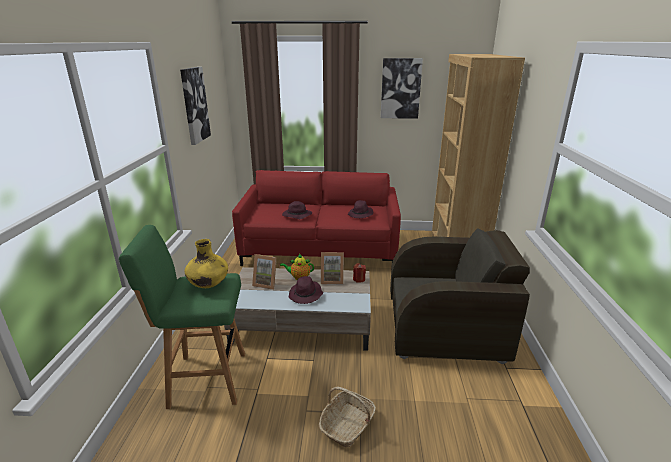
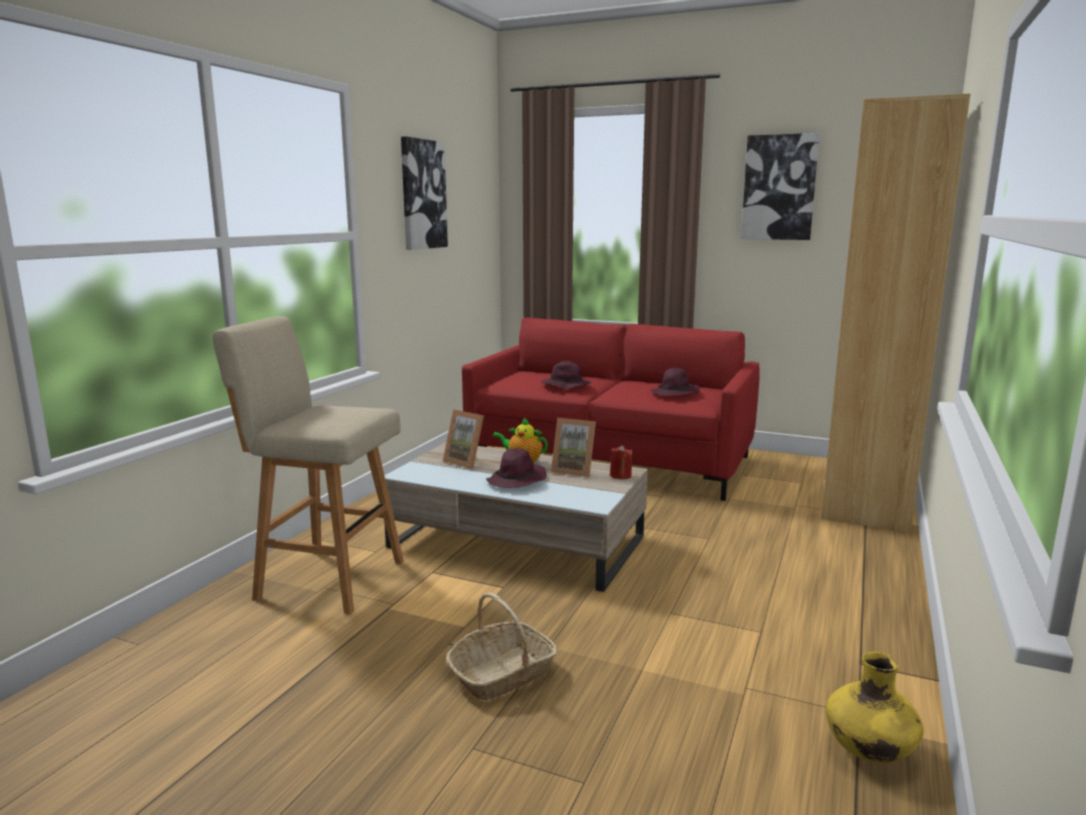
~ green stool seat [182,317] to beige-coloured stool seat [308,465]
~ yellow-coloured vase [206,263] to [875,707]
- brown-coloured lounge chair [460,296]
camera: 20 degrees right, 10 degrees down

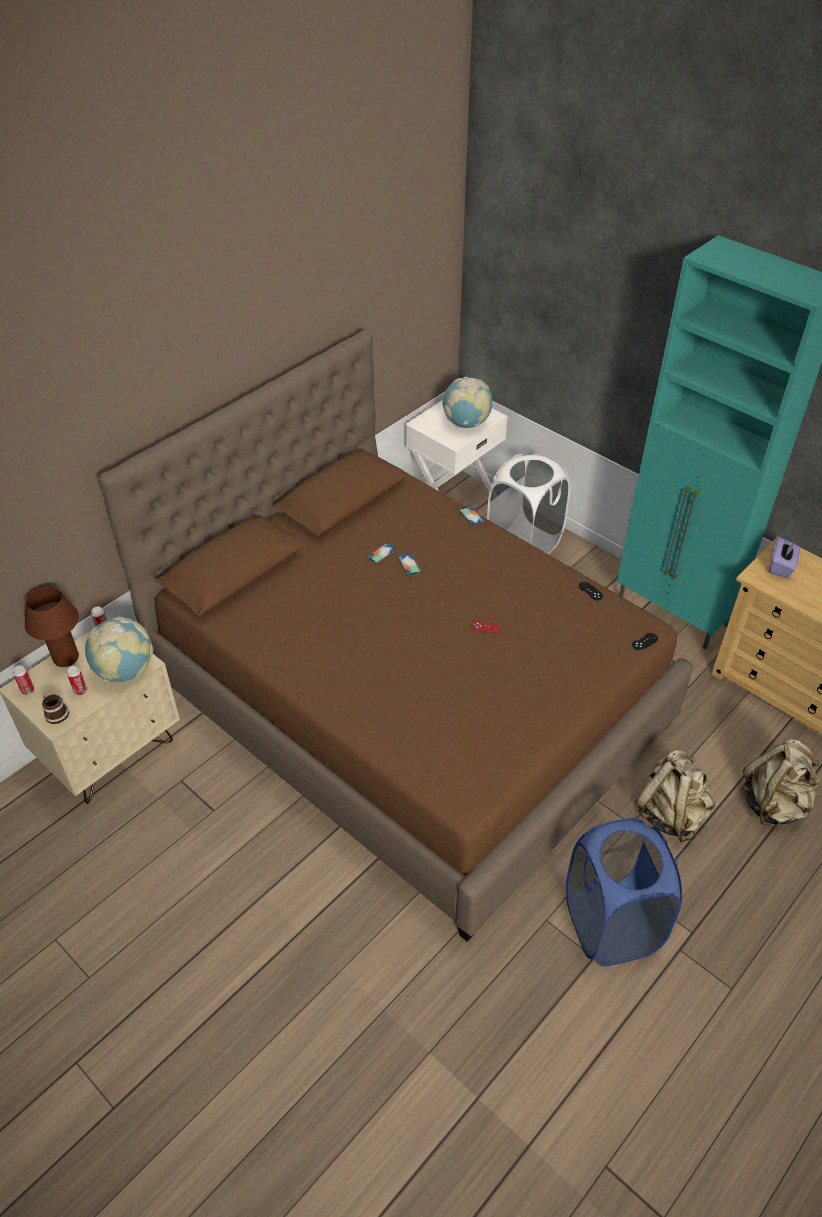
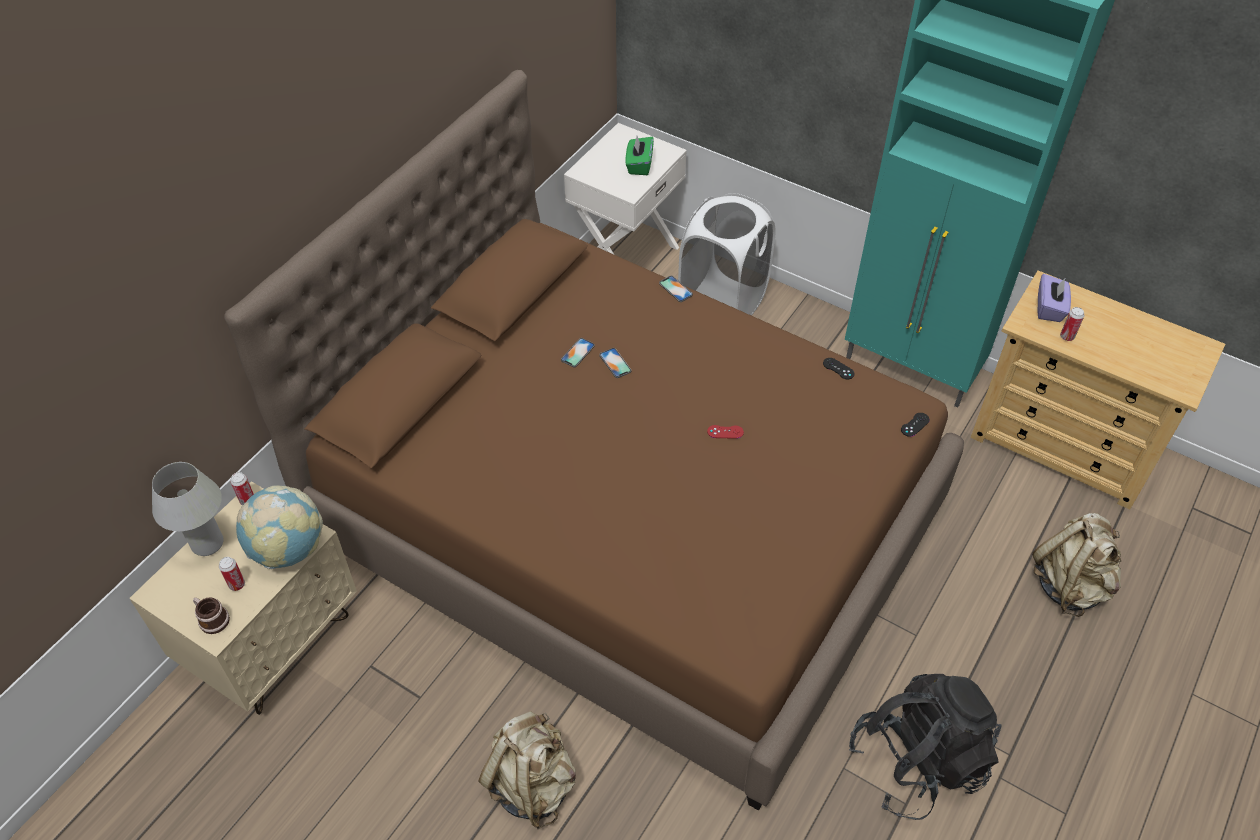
~ can [23,680] to [1072,324]
~ brown-coloured tabletop lamp [52,627] to white tabletop lamp [187,509]
~ globe [467,402] to green tissue box [639,155]
~ blue hamper [624,892] to black-coloured knapsack [925,747]
~ beige-coloured knapsack [675,796] to [527,770]
camera: 10 degrees left, 5 degrees up

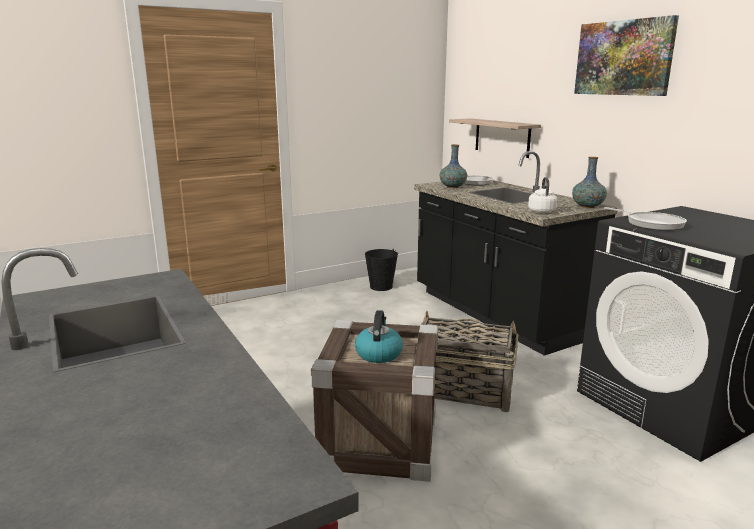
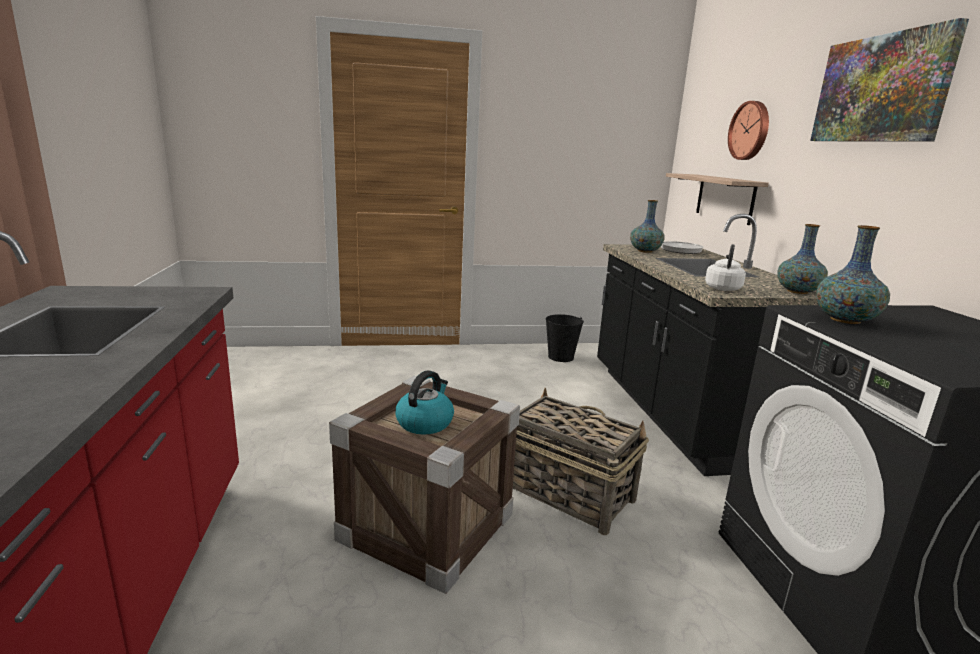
~ frying pan [645,219] to vase [853,274]
+ wall clock [748,130]
camera: 20 degrees right, 0 degrees up

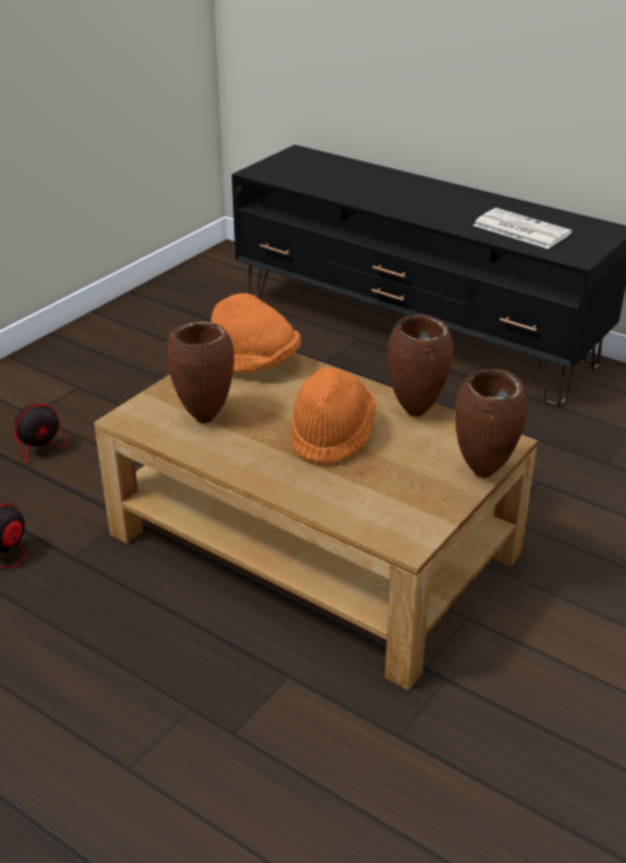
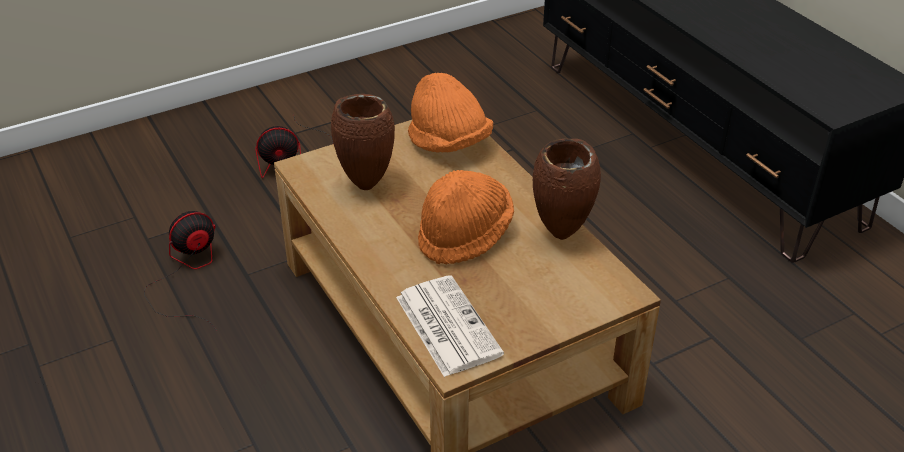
- brown-coloured vase [491,423]
~ newspaper [522,228] to [450,326]
camera: 25 degrees right, 5 degrees up

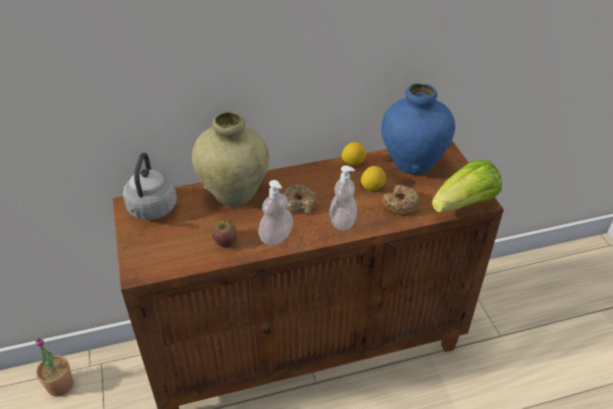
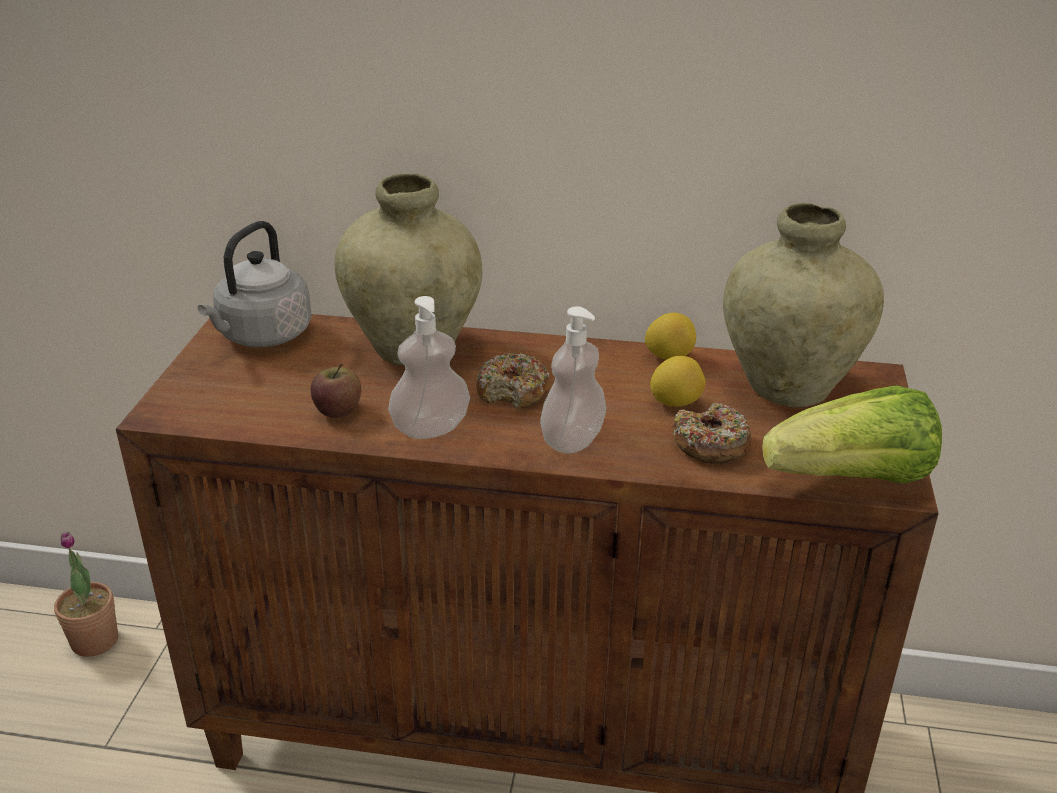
~ blue vase [418,129] to beige-coloured vase [803,305]
camera: 25 degrees right, 10 degrees down

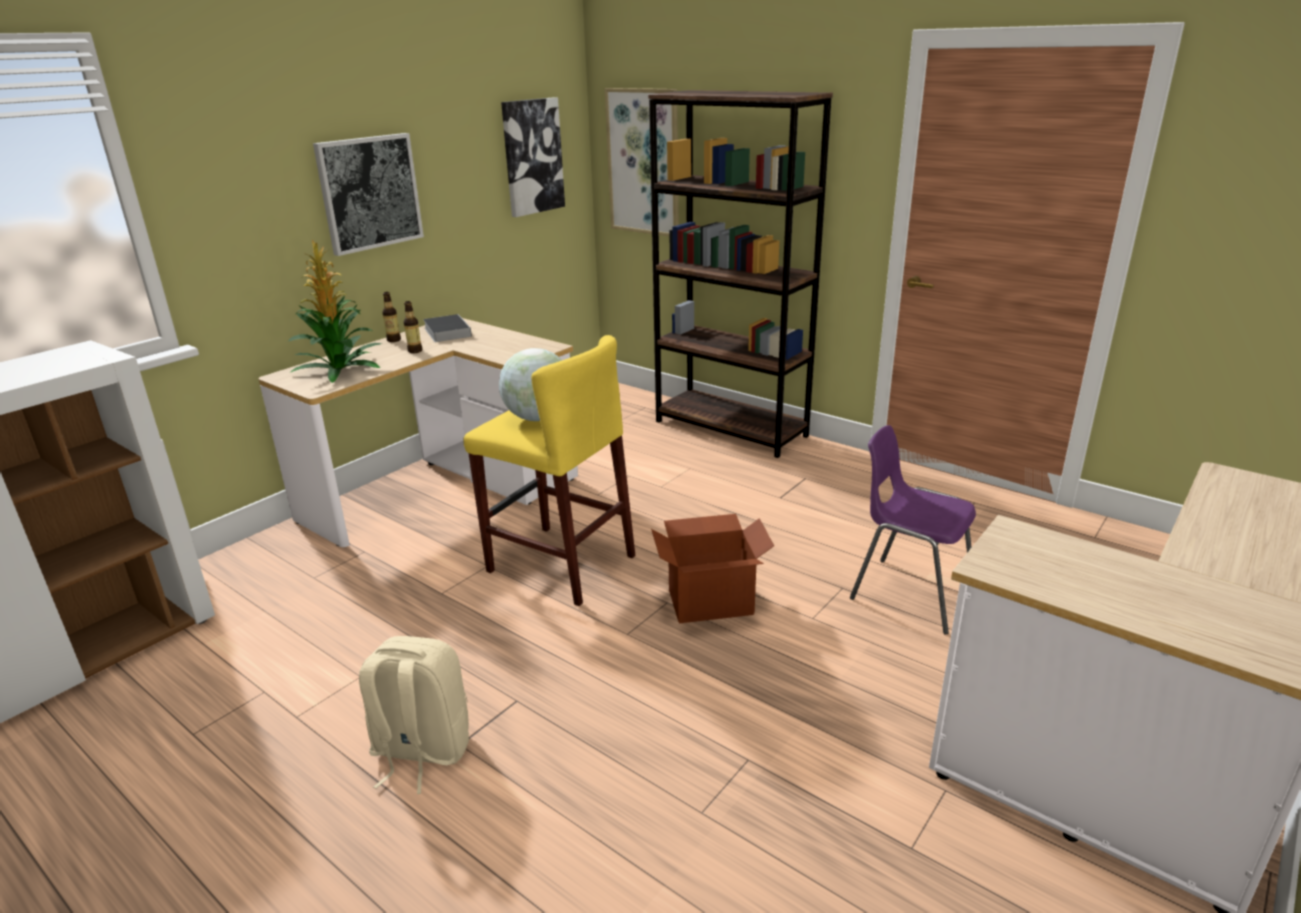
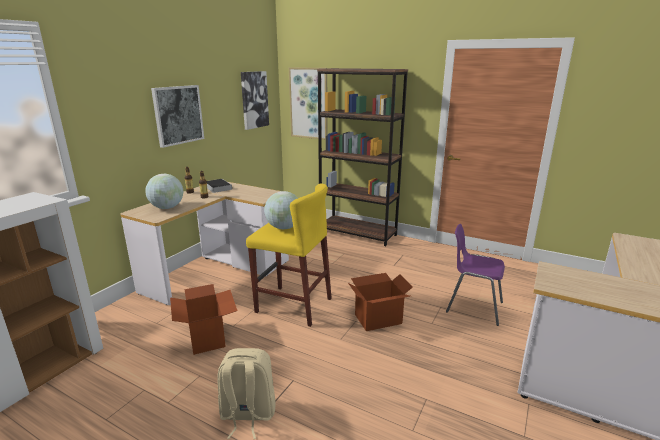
~ plant in a pot [335,311] to globe [164,191]
+ carton [204,319]
camera: 10 degrees left, 5 degrees down

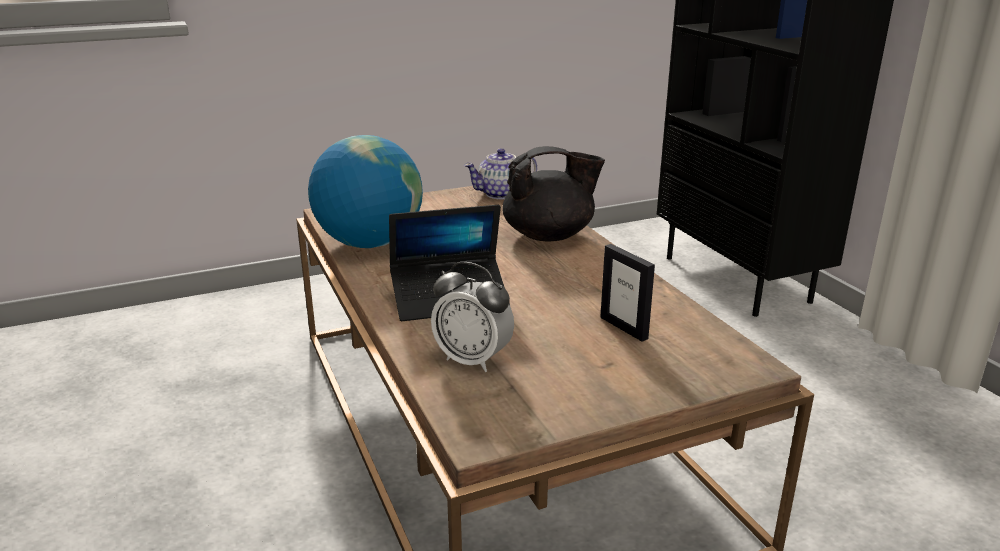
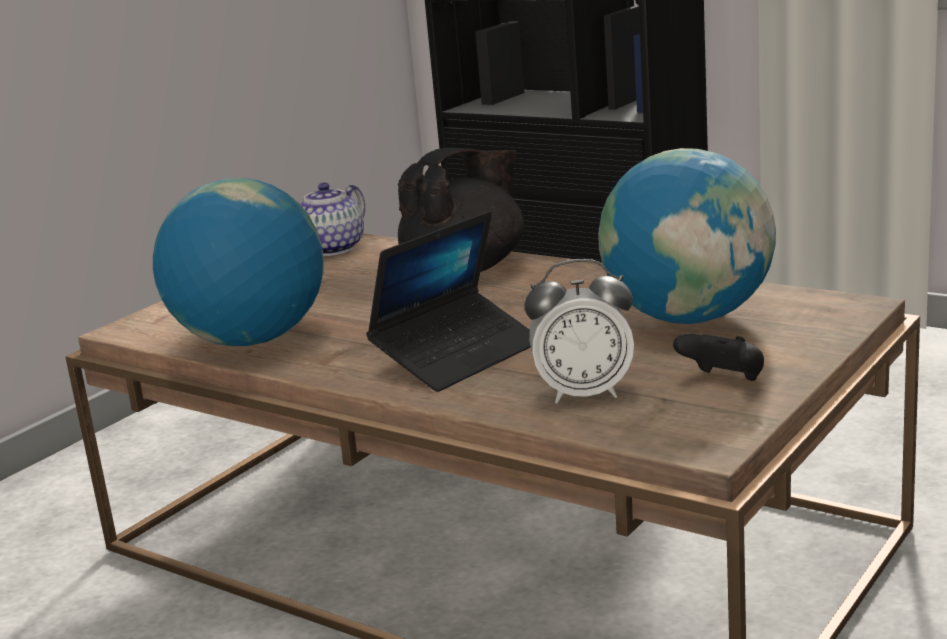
~ picture frame [627,293] to globe [687,236]
+ black-coloured joypad [718,357]
camera: 30 degrees left, 5 degrees down

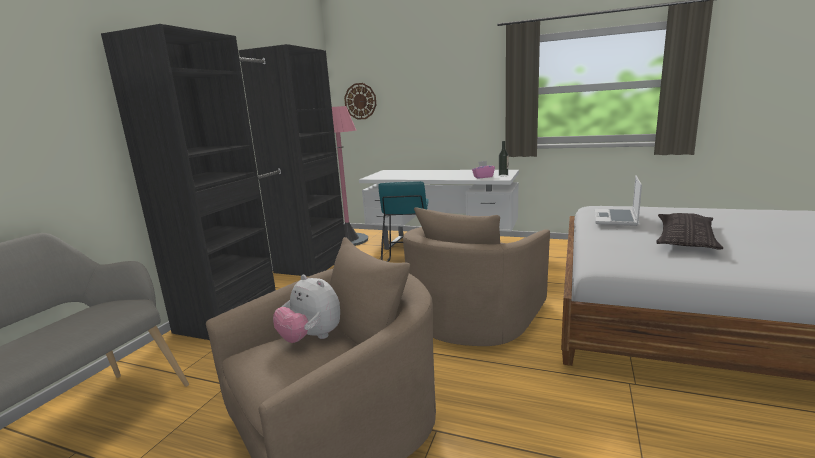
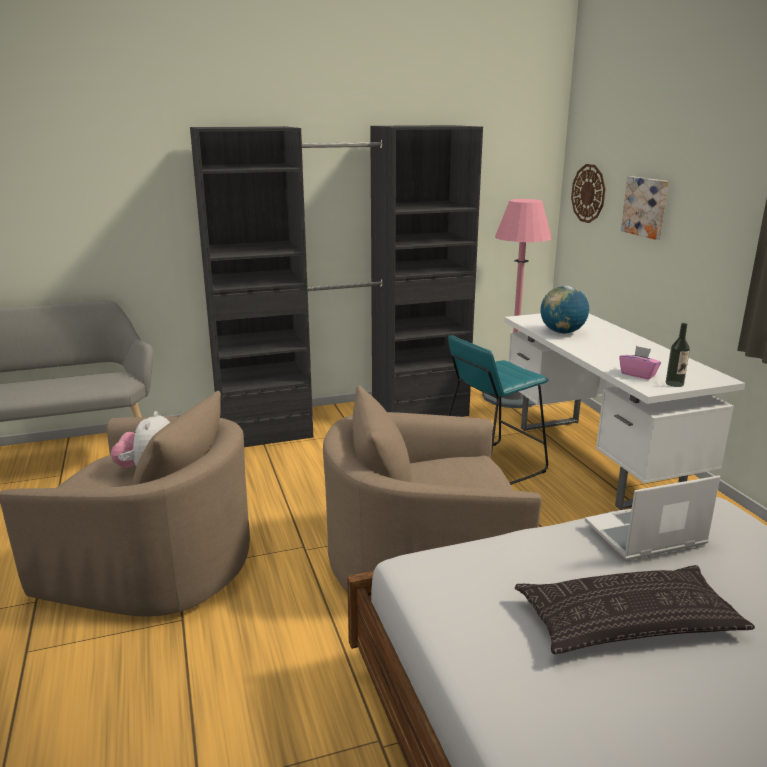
+ globe [564,310]
+ picture [644,207]
camera: 50 degrees right, 5 degrees up

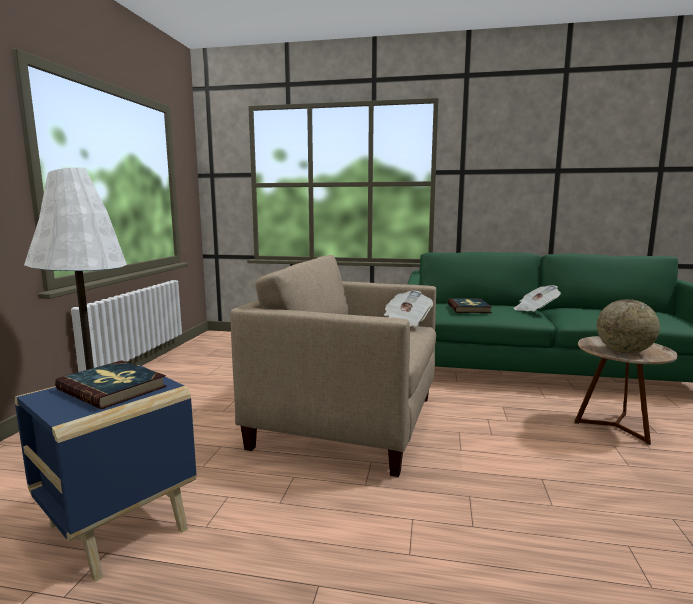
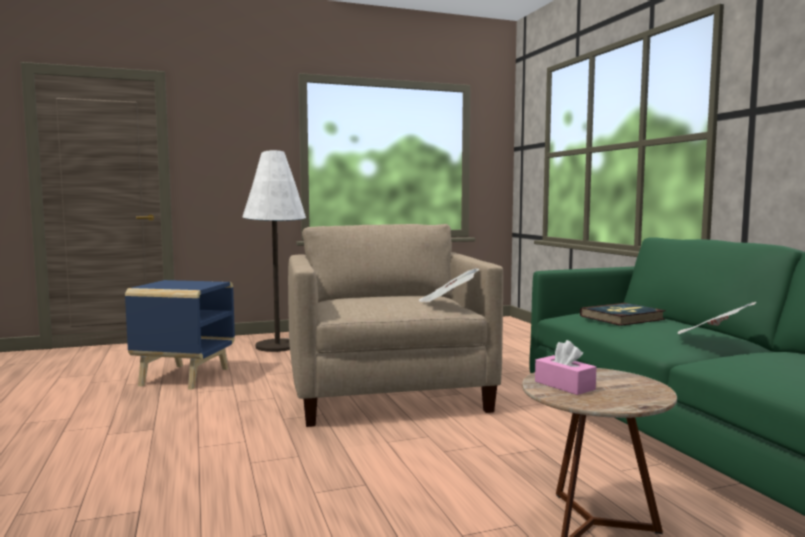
- bound book [111,384]
~ globe [628,326] to pink tissue box [565,367]
camera: 60 degrees right, 5 degrees down

